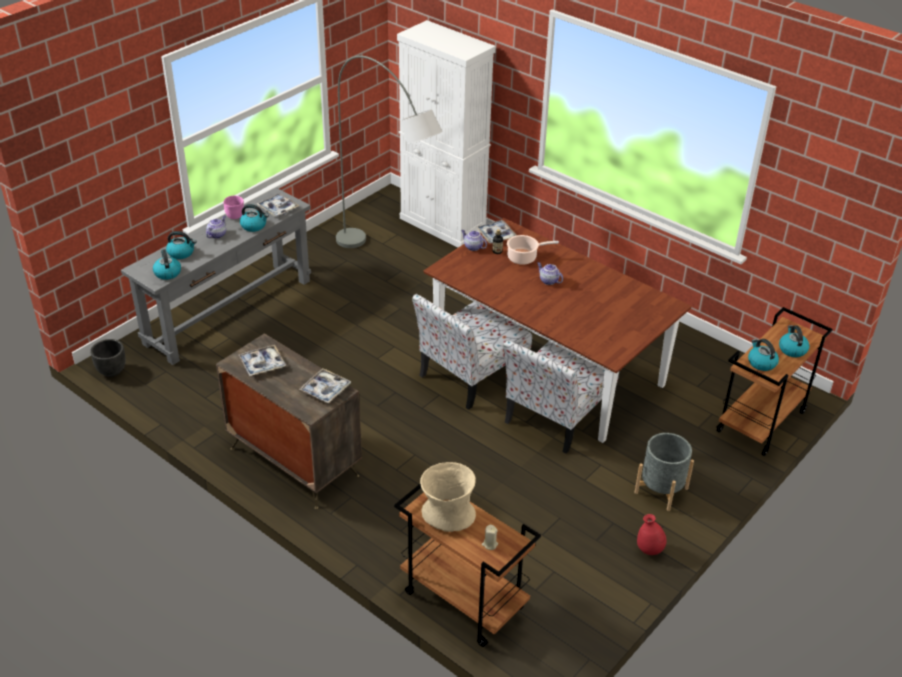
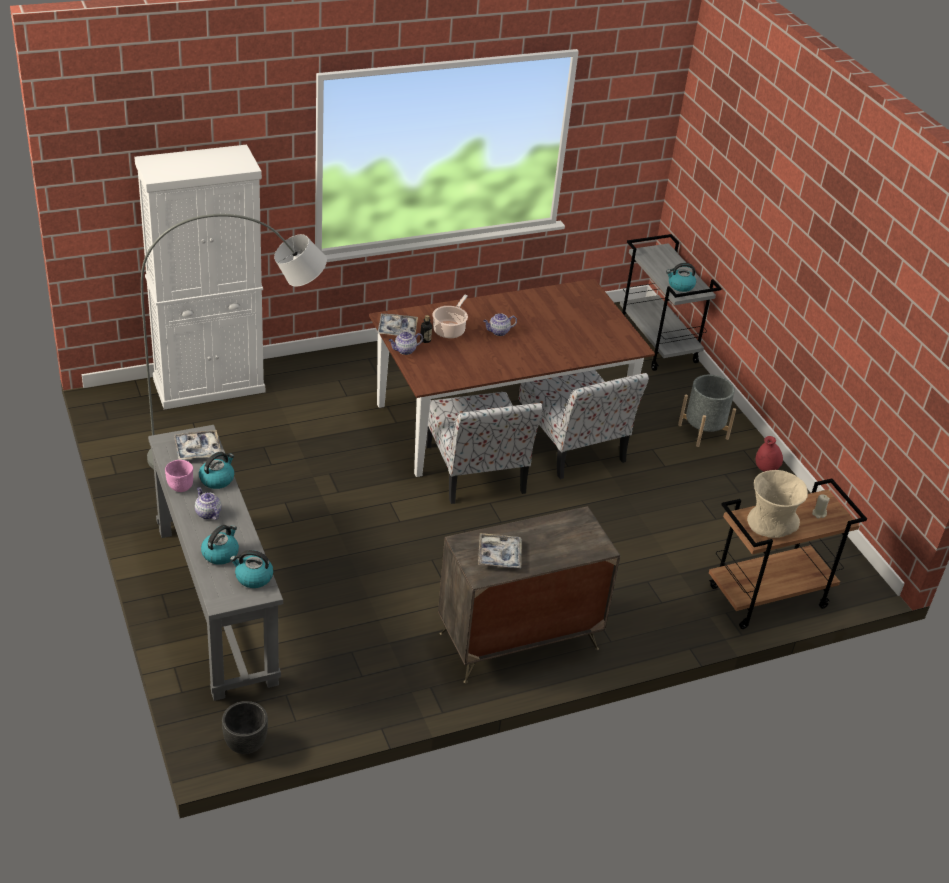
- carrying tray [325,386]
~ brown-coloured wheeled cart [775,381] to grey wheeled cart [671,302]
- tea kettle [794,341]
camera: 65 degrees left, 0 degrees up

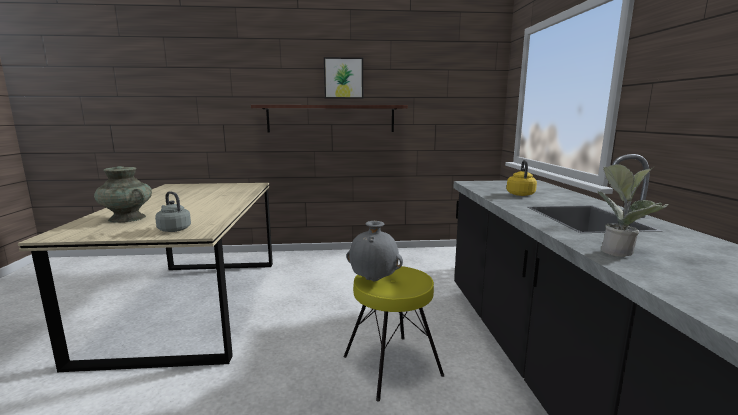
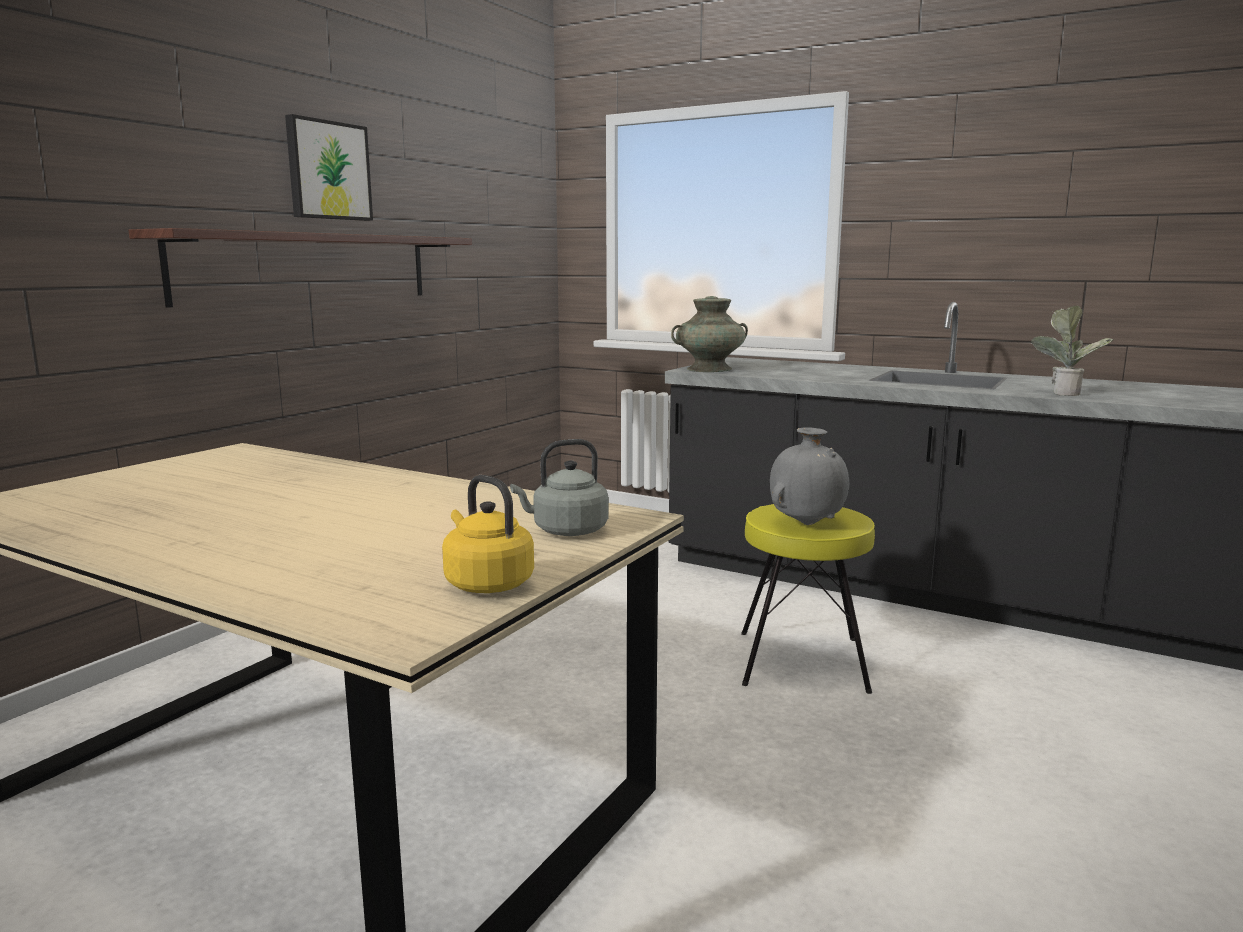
~ turquoise vase [123,194] to [709,334]
~ yellow-coloured tea kettle [522,178] to [488,534]
camera: 55 degrees left, 0 degrees up

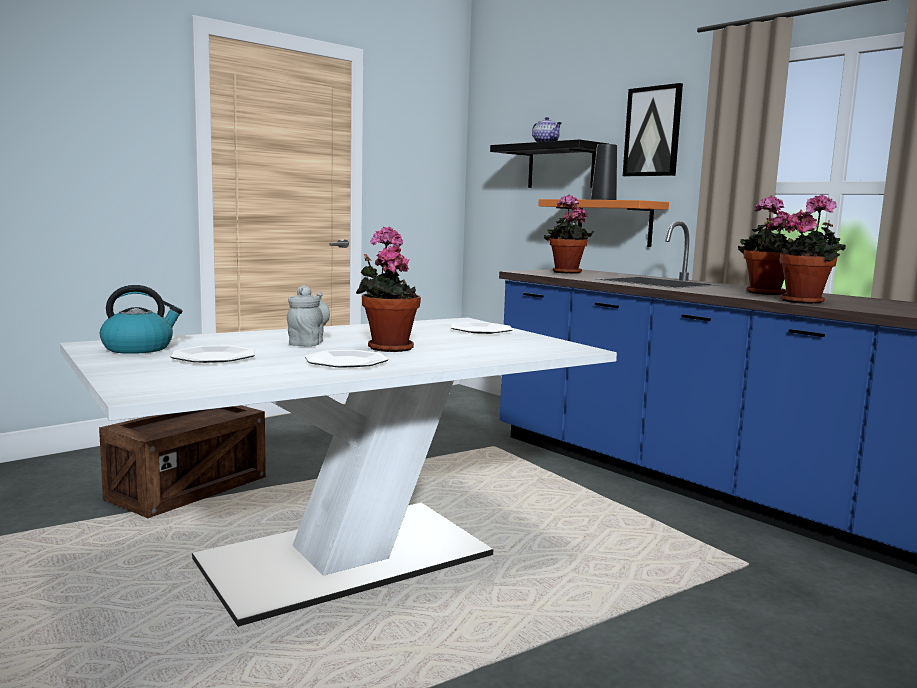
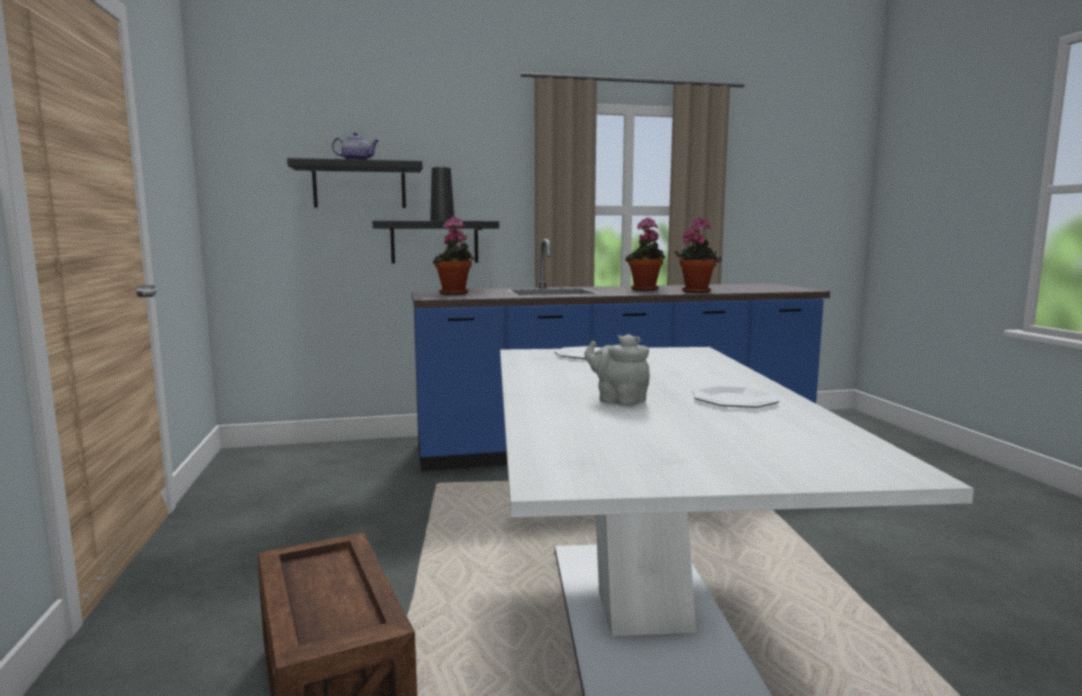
- tea kettle [141,319]
- flat dish [213,354]
- plant in a pot [388,289]
~ orange-coloured bracket shelf [603,223] to black-coloured bracket shelf [435,242]
- picture [653,129]
camera: 60 degrees left, 0 degrees up

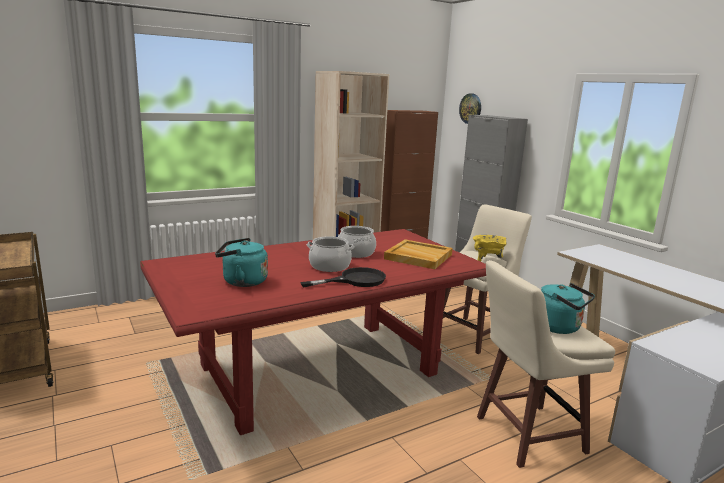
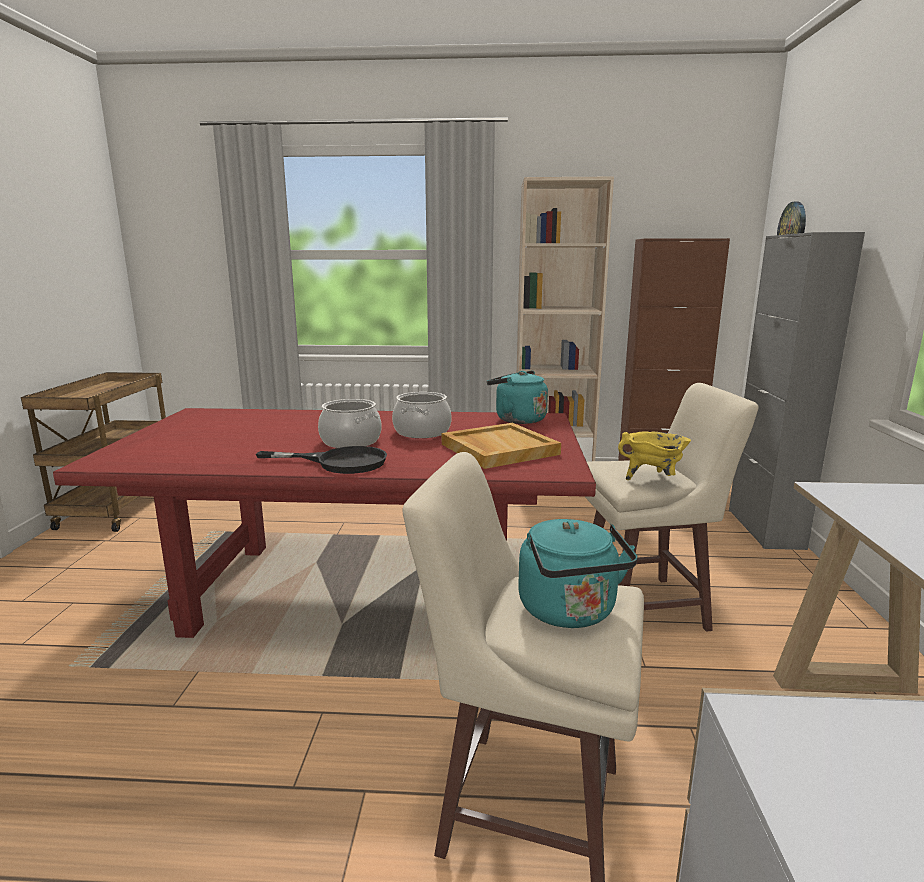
~ turquoise tea kettle [241,262] to [517,397]
camera: 35 degrees right, 0 degrees up

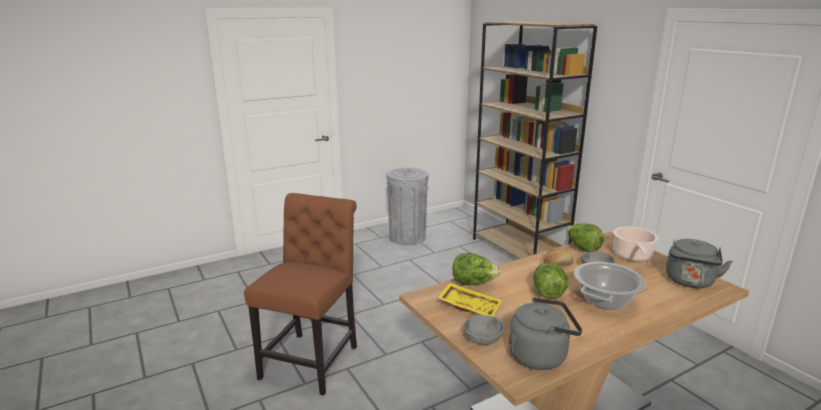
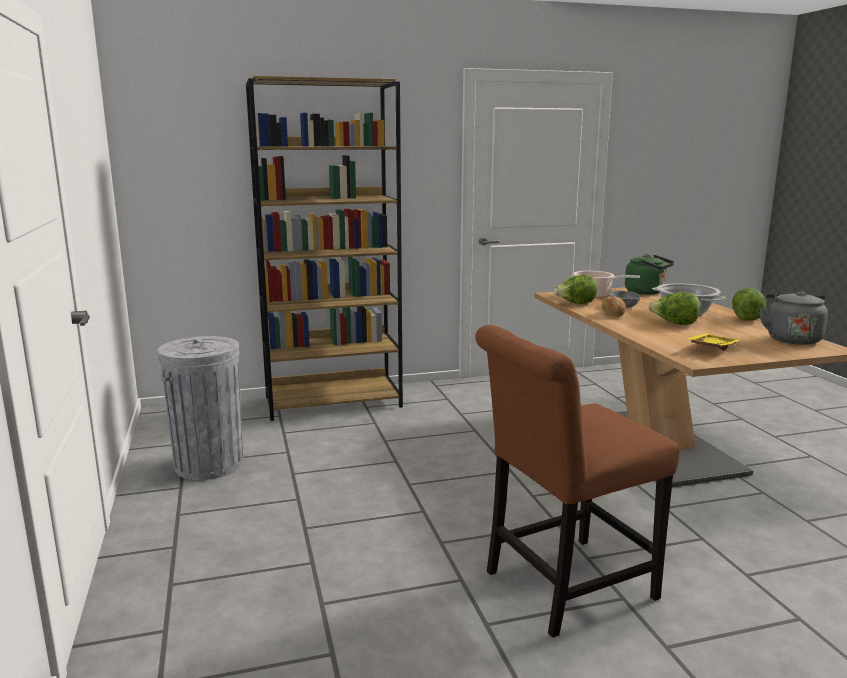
~ brown-coloured upright chair [300,294] = [577,481] 60 degrees counterclockwise
~ lettuce head [476,269] to [749,304]
- grey bowl [484,330]
~ grey tea kettle [699,263] to green tea kettle [649,274]
camera: 75 degrees left, 5 degrees down

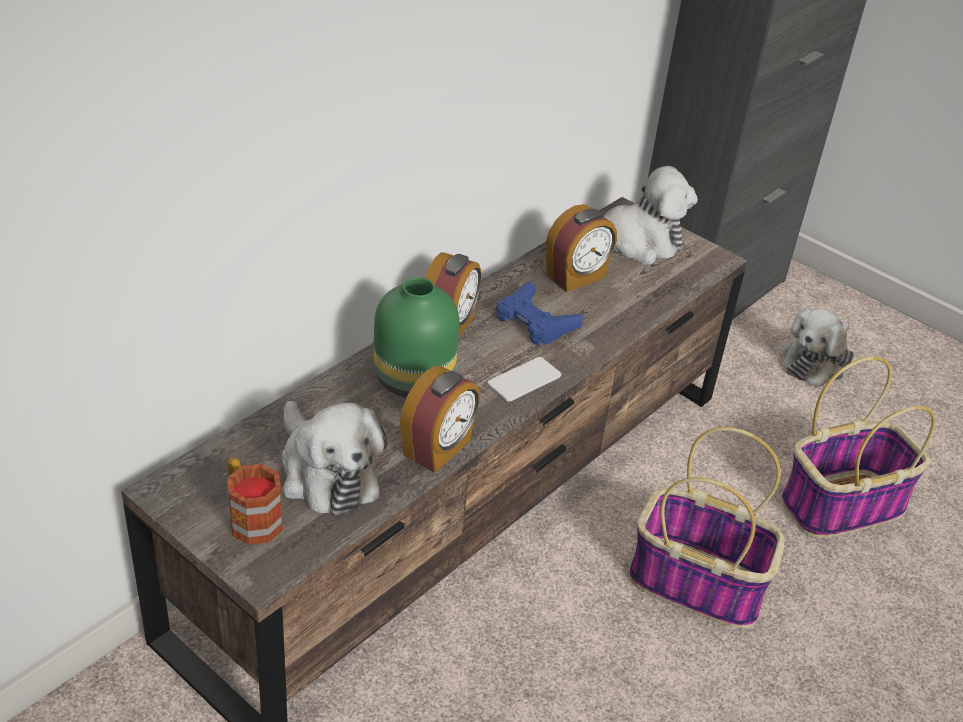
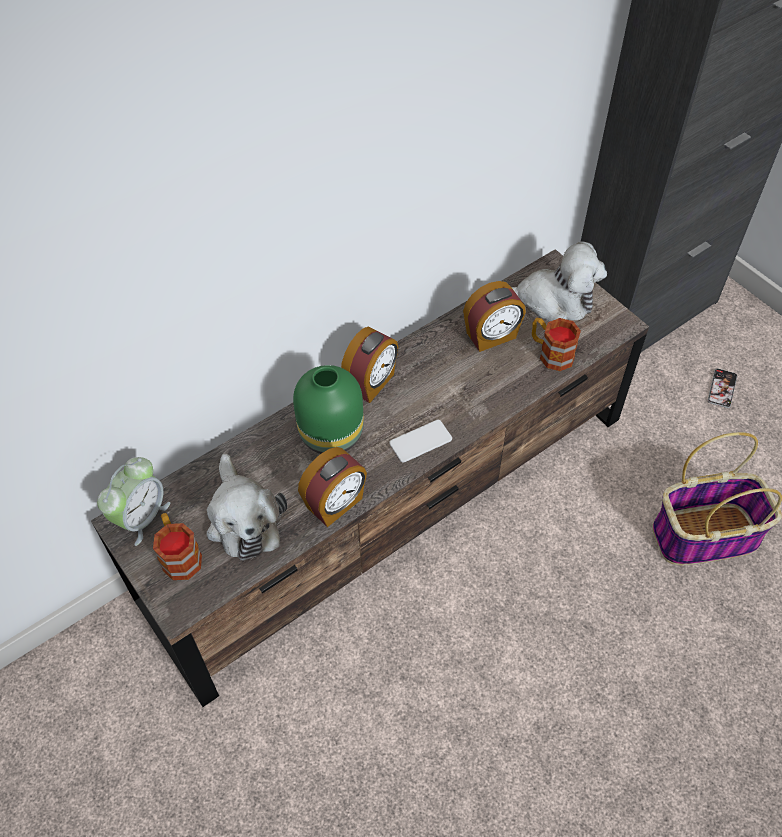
- blue joypad [539,313]
- household basket [706,528]
~ plush toy [818,348] to telephone [722,388]
+ alarm clock [133,501]
+ coffee mug [556,344]
camera: 15 degrees right, 15 degrees up

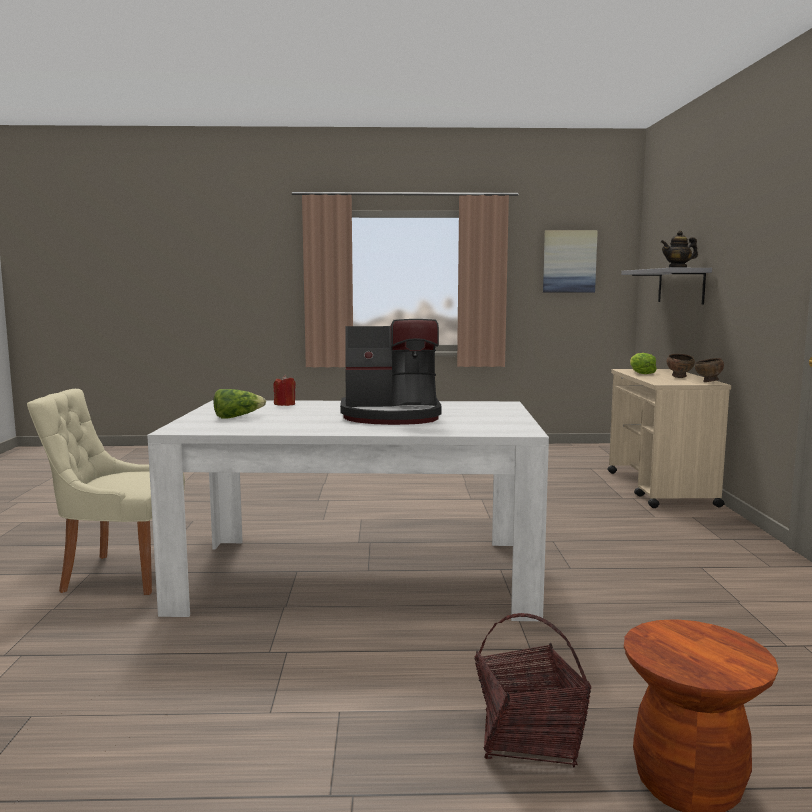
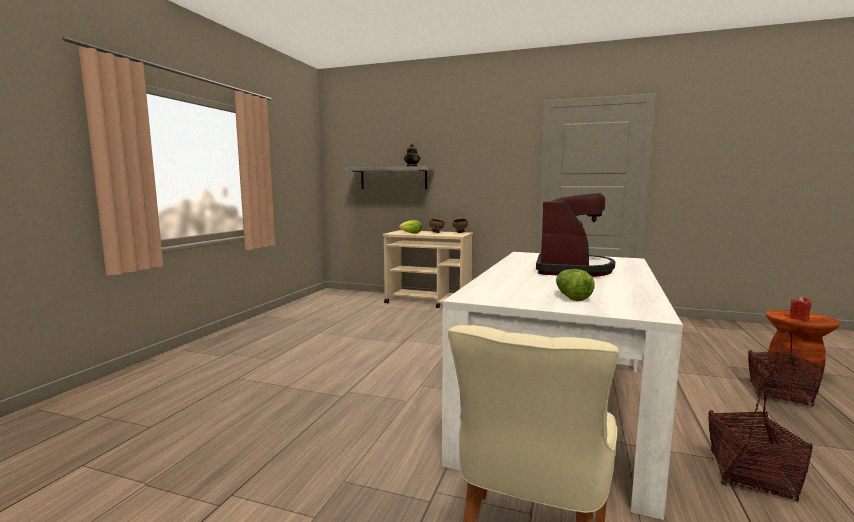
~ reddish candle [285,390] to [800,309]
- picture [570,261]
+ household basket [760,445]
camera: 70 degrees left, 0 degrees up

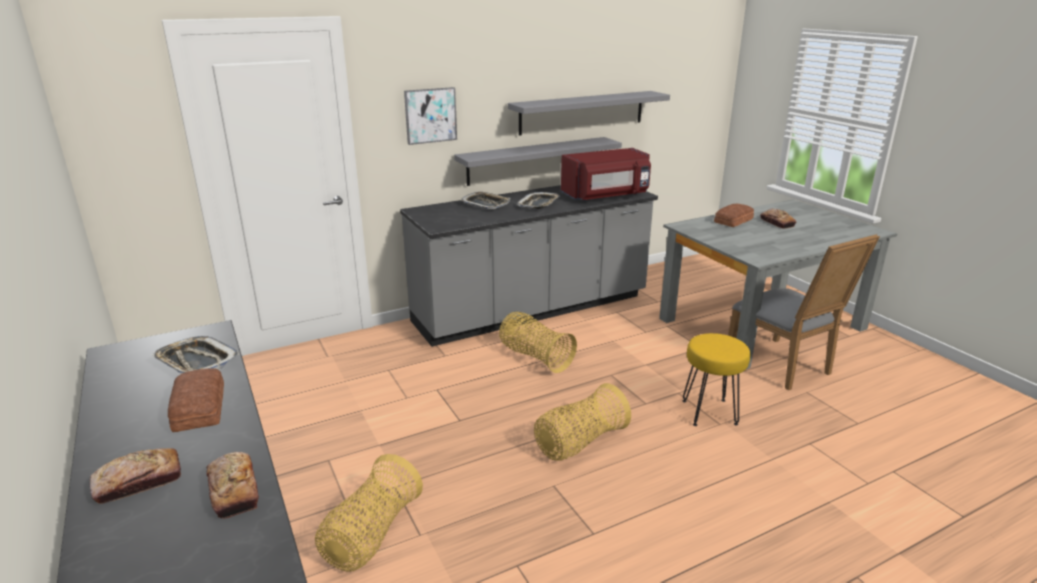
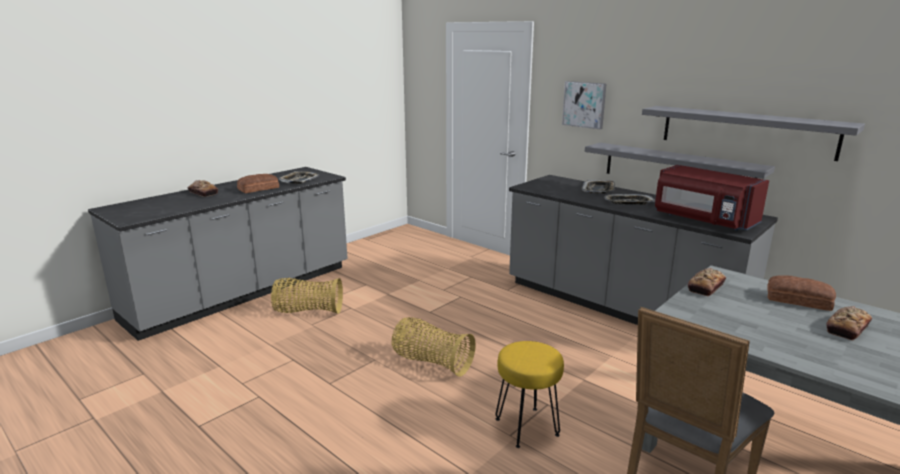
~ baked bread [232,485] to [707,282]
- household basket [538,342]
camera: 70 degrees right, 5 degrees down

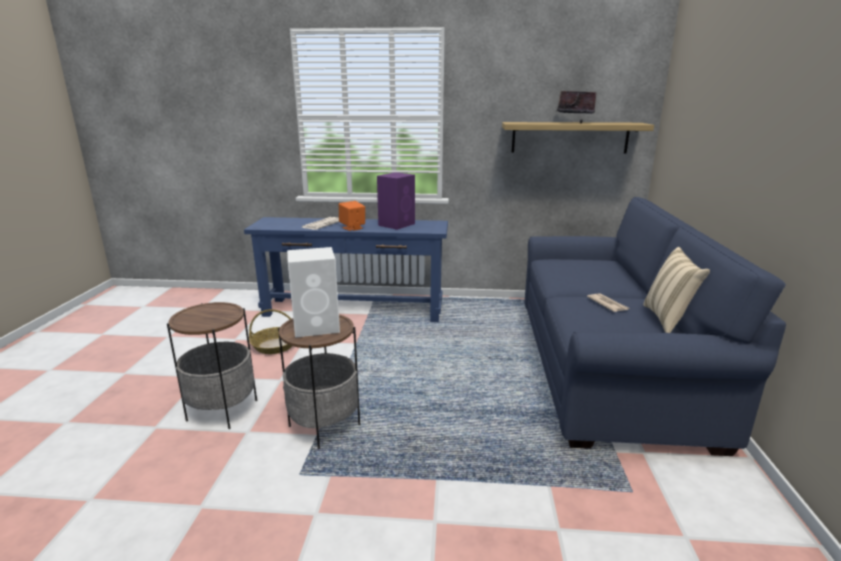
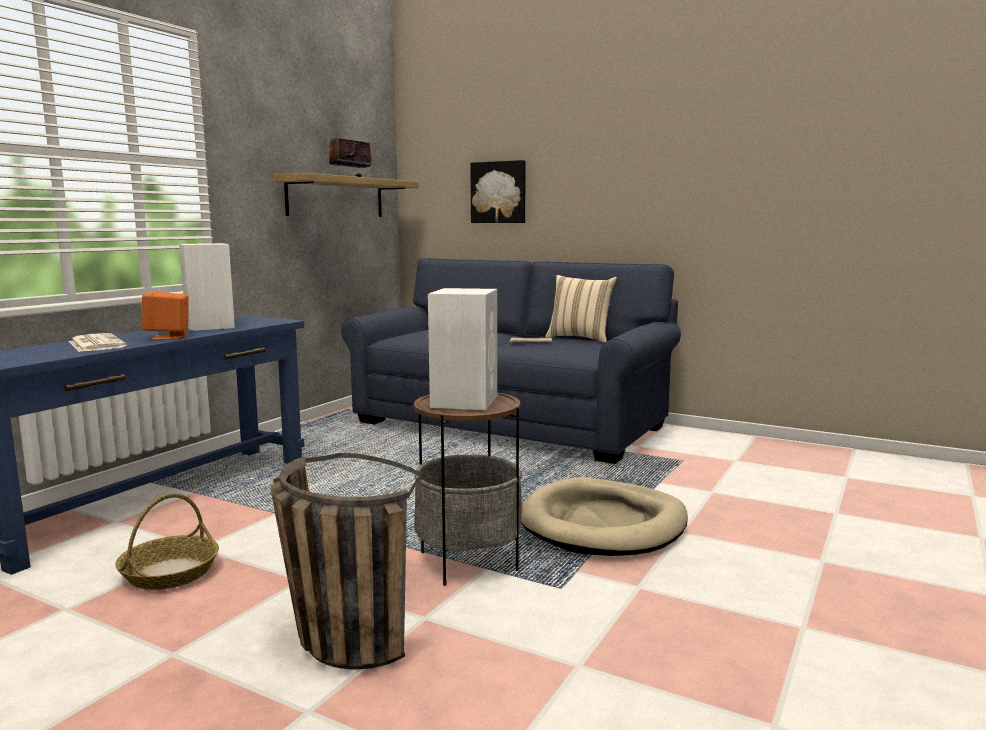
~ side table [212,365] to household basket [346,561]
~ purple loudspeaker [396,201] to white loudspeaker [207,287]
+ picture [498,191]
+ beige-coloured pet bed [604,516]
camera: 65 degrees left, 10 degrees down

